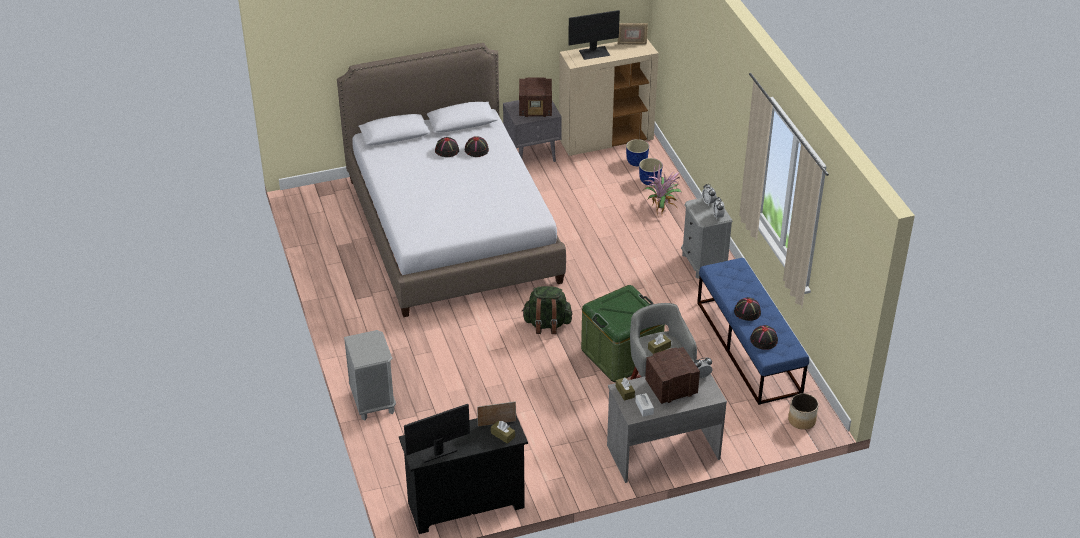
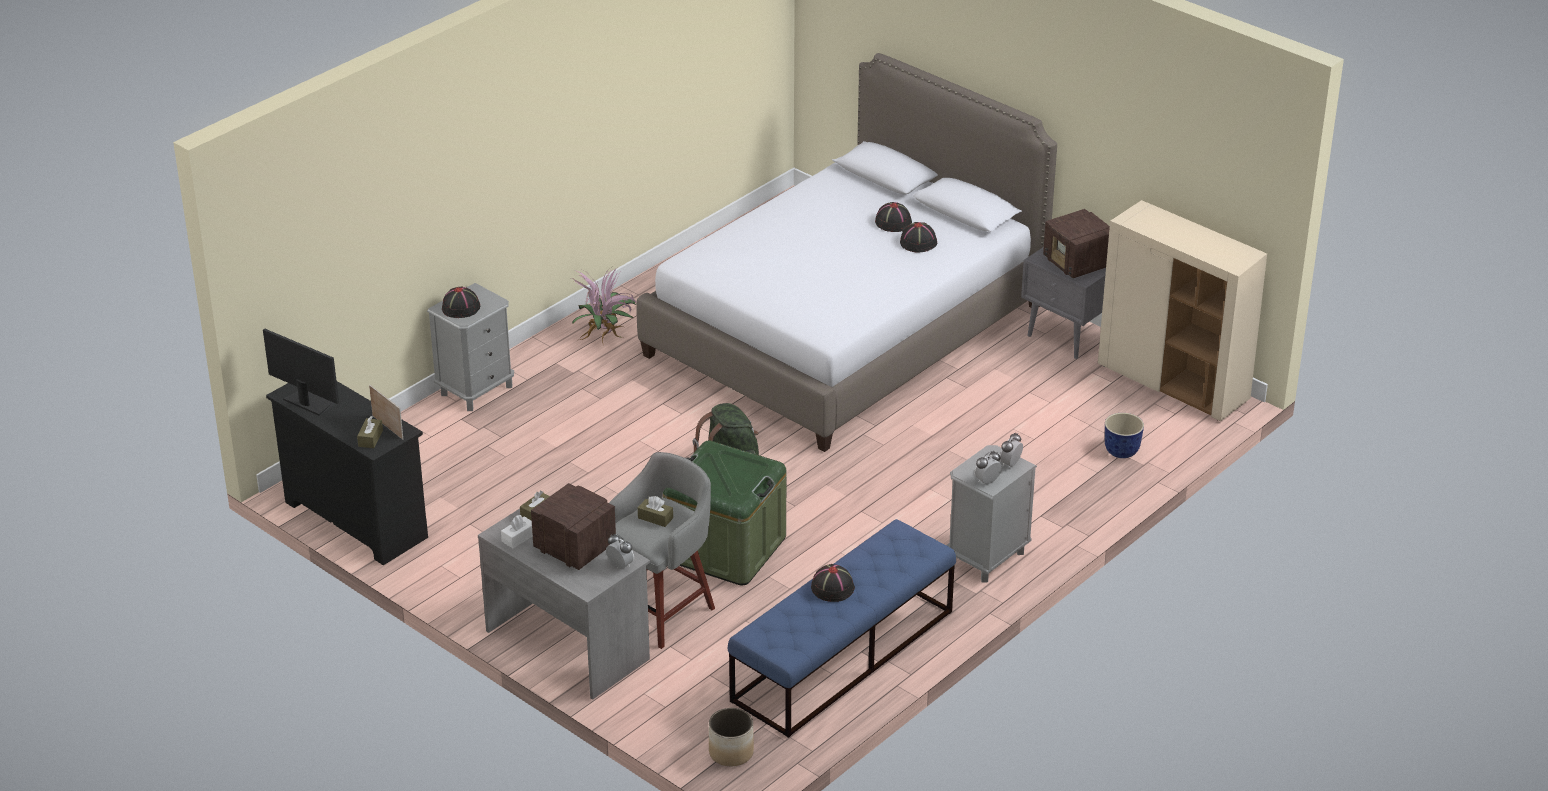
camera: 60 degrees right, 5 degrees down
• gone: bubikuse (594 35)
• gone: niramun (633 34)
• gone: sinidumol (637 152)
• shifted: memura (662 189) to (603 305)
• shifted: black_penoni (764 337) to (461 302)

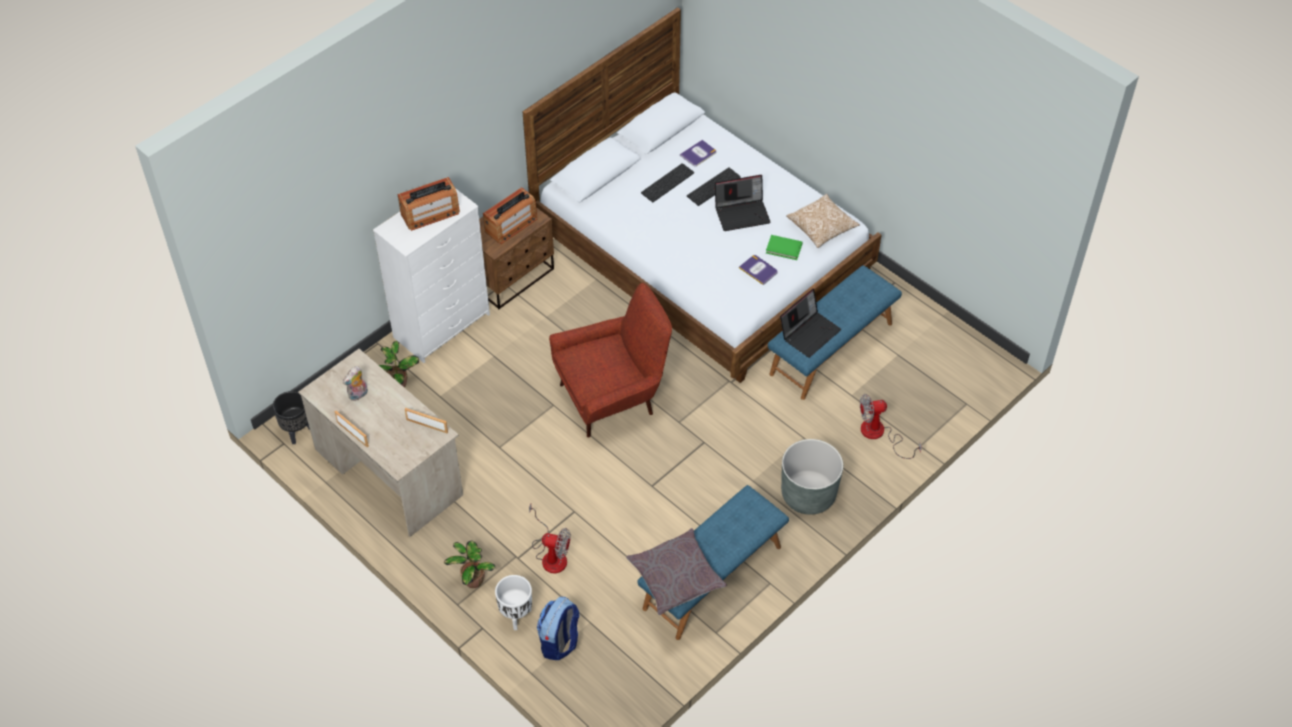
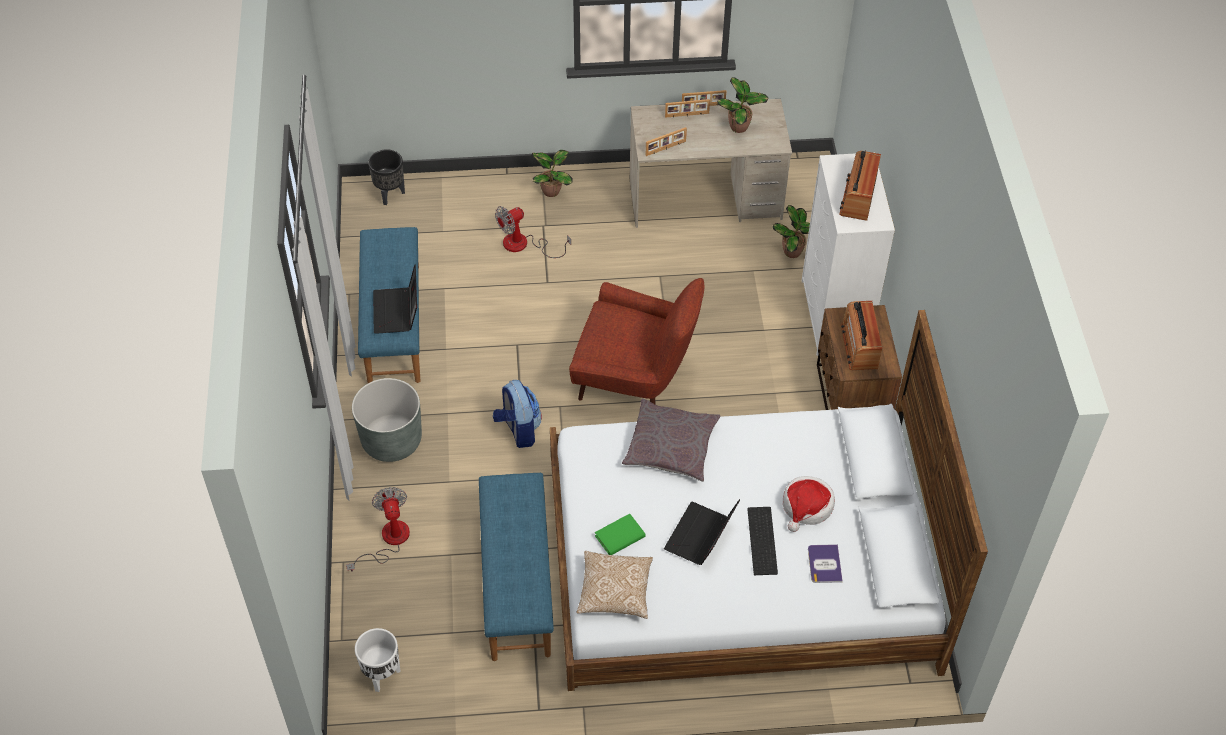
camera: 130 degrees right, 0 degrees up
• swapped: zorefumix (667 182) to penoni (809 504)
• gone: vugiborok (758 270)
• rotated: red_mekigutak (610 360) = (636 341) 90 degrees counterclockwise
• shifted: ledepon (810 323) to (395 299)
• swapped: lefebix (355 383) to memura (742 105)
• shifted: black_sinidumol (291 417) to (386 177)
• rotated: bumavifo (891 426) = (378 529) 45 degrees counterclockwise
• shifted: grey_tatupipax (676 571) to (671 440)
• shifted: white_sinidumol (513 602) to (378 660)
• shifted: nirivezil (558 628) to (517 414)
• new: niramun (687 108)

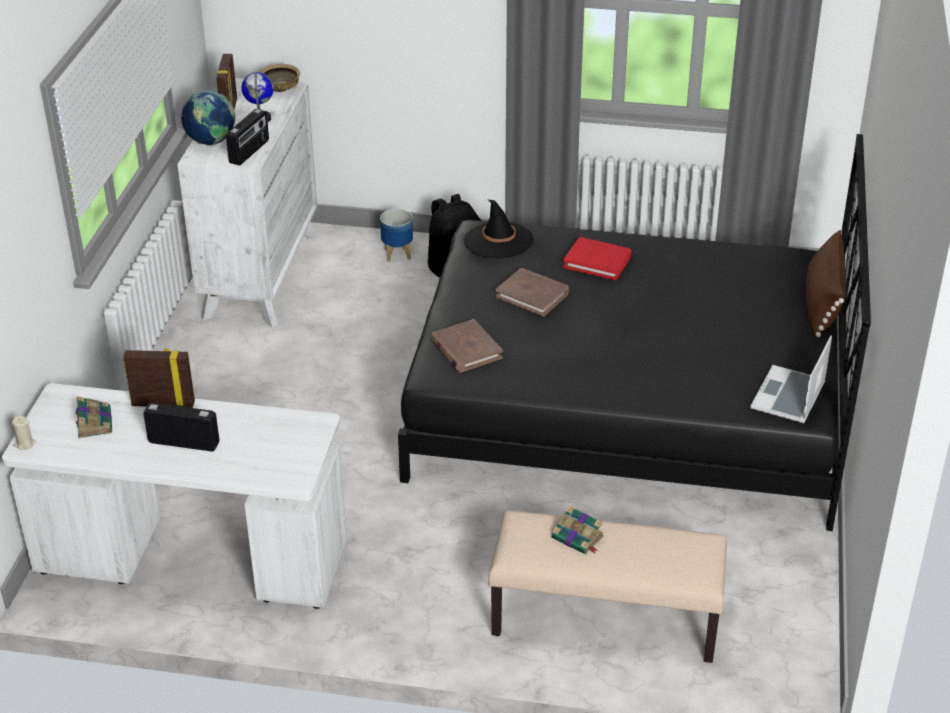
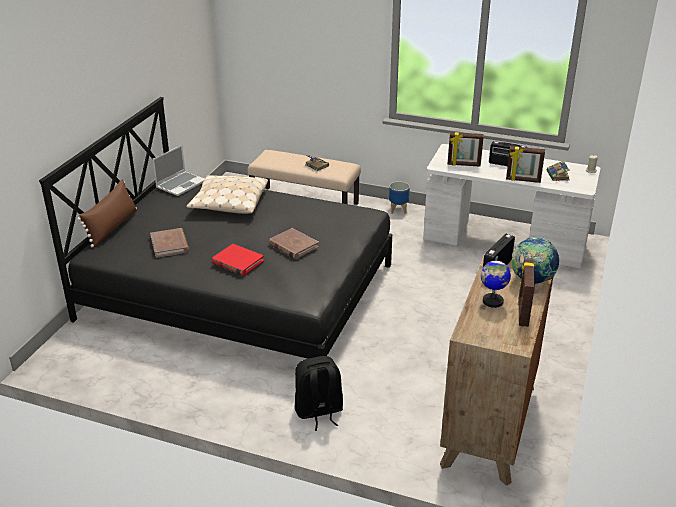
camera: 170 degrees left, 5 degrees down
• gone: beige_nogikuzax (280 78)
• repainted: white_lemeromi (247 203) to brown_lemeromi (496 369)
• gone: black_penoni (499 228)
• shifted: sinidumol (396 235) to (399 197)
• shifted: brown_vugiborok (466 346) to (169 243)
• new: niramun (466 149)
• new: beige_tatupipax (227 194)

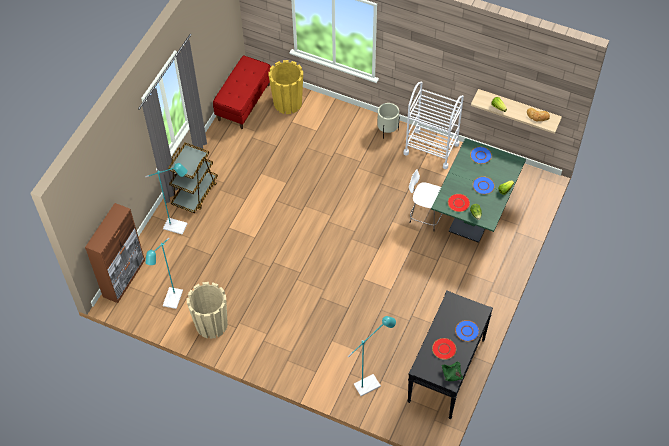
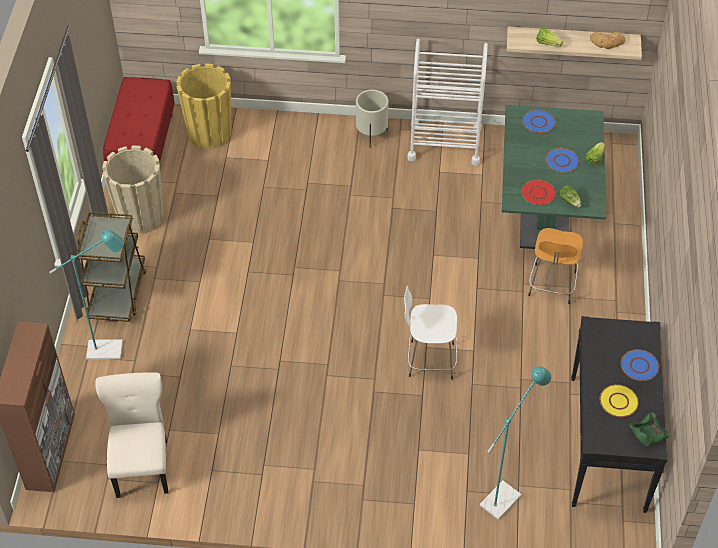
camera: 20 degrees left, 5 degrees down
• shifted: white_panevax (425 200) to (430 333)
• swapped: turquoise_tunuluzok (164 273) to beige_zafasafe (131 435)
• shifted: beige_sinidumol (207 310) to (133 189)
• repainted: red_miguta (444 349) to yellow_miguta (619 400)
• new: orange_panevax (555 266)

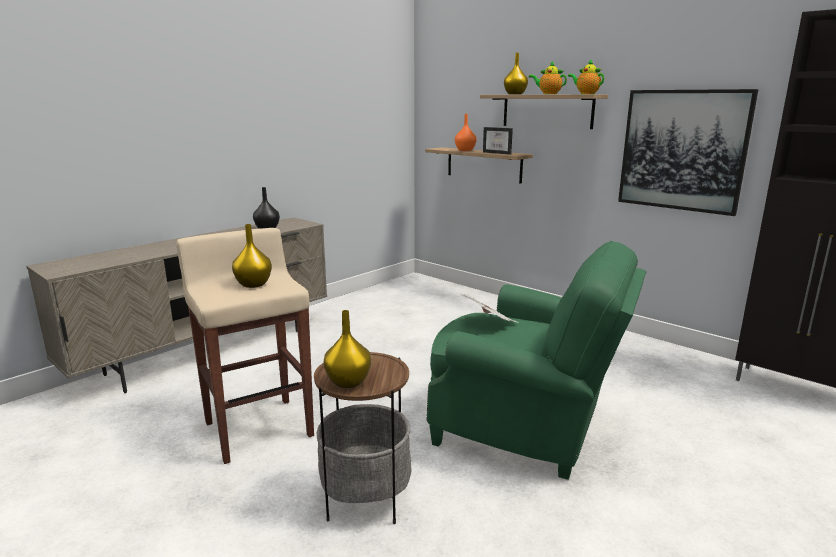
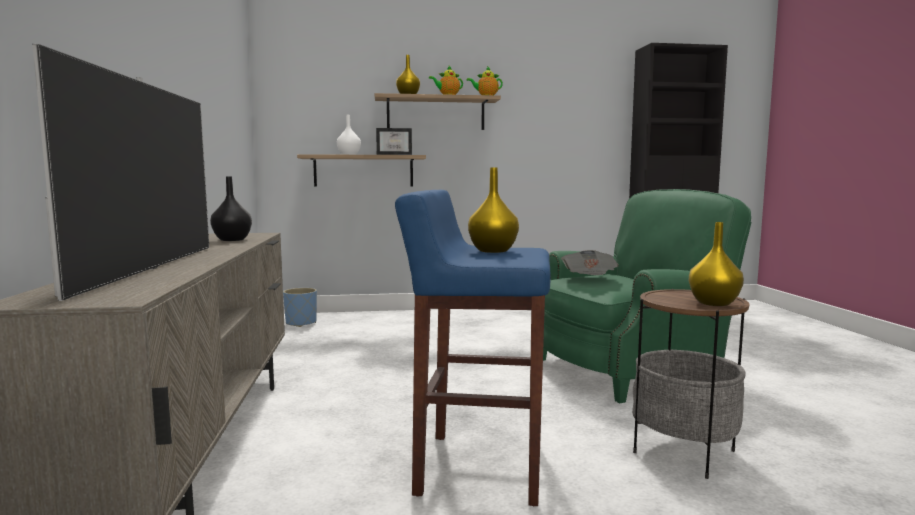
camera: 50 degrees left, 10 degrees down
• gone: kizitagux (688 152)
• repainted: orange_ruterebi (466 132) to white_ruterebi (349 135)
• repainted: beige_panevax (245 346) to blue_panevax (472 348)
• new: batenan (120 172)
• new: blue_sinidumol (300 307)

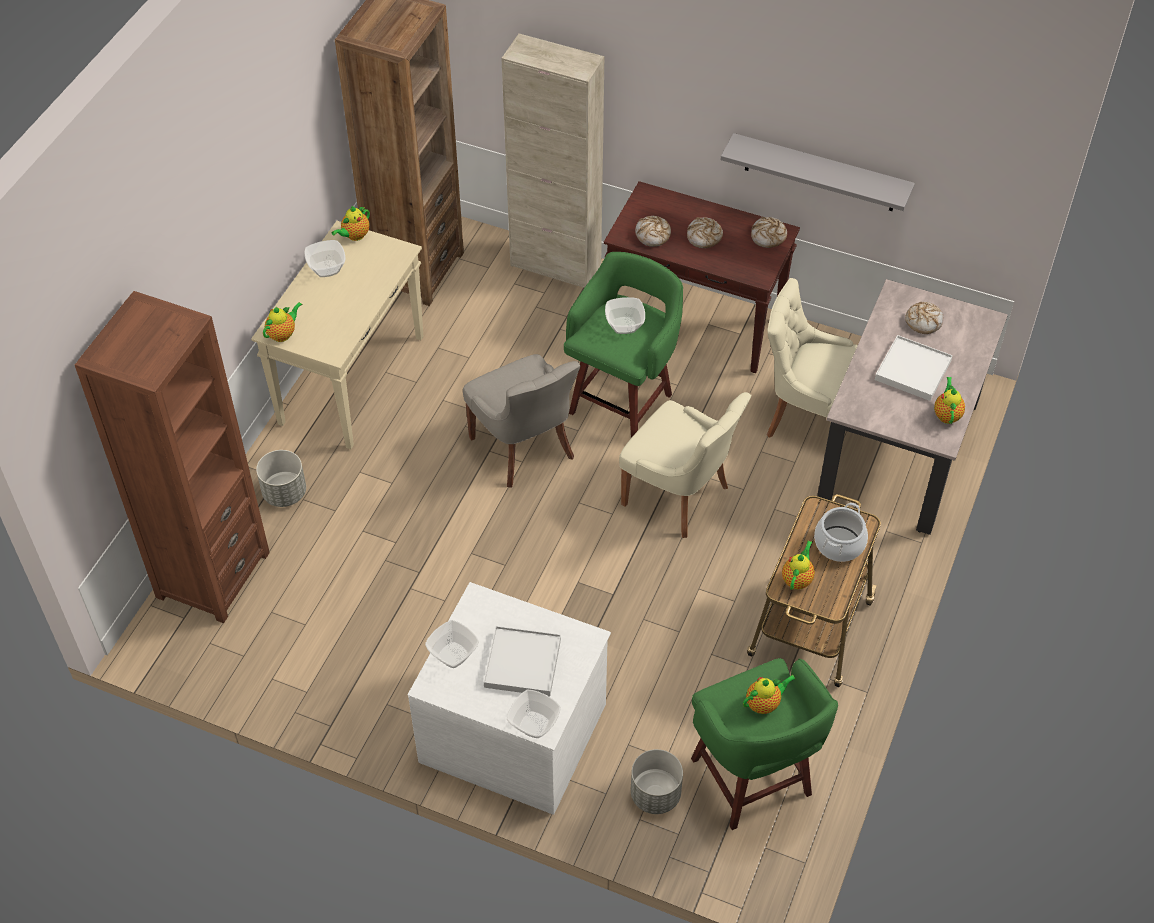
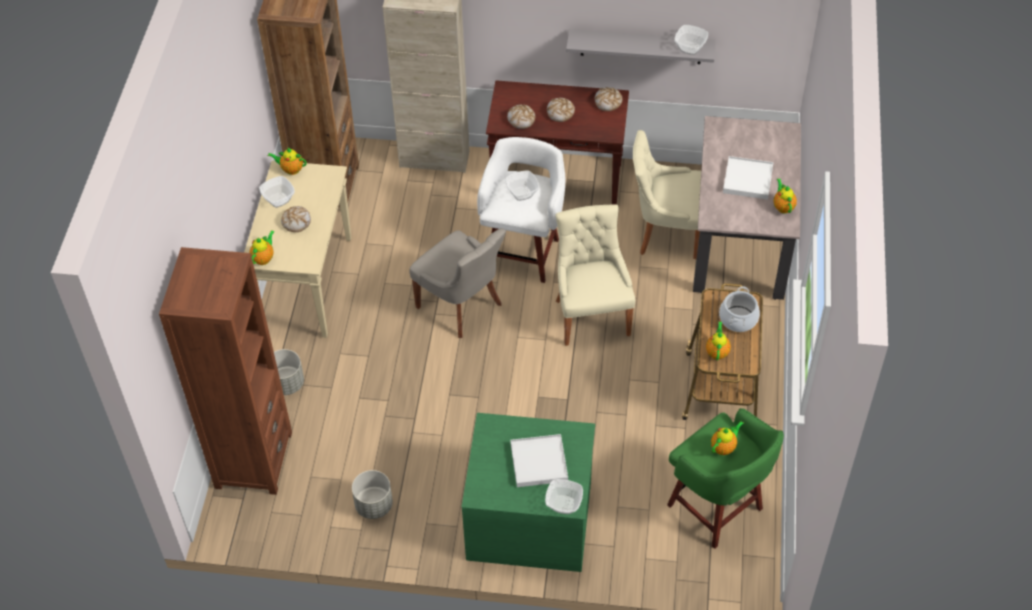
camera: 15 degrees left, 0 degrees up
• rotated: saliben (351 223) = (287 161) 75 degrees clockwise
• repainted: green_panevax (623 345) to white_panevax (521 210)
• shifted: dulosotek (924 318) to (296 219)
• rotated: beige_zafasafe (685 465) = (595 275) 120 degrees counterclockwise
• repainted: white_lemeromi (509 698) to green_lemeromi (528 492)
• shifted: nogikuzax (452 644) to (691 40)
• shifted: grey_sinidumol (657 781) to (372 494)

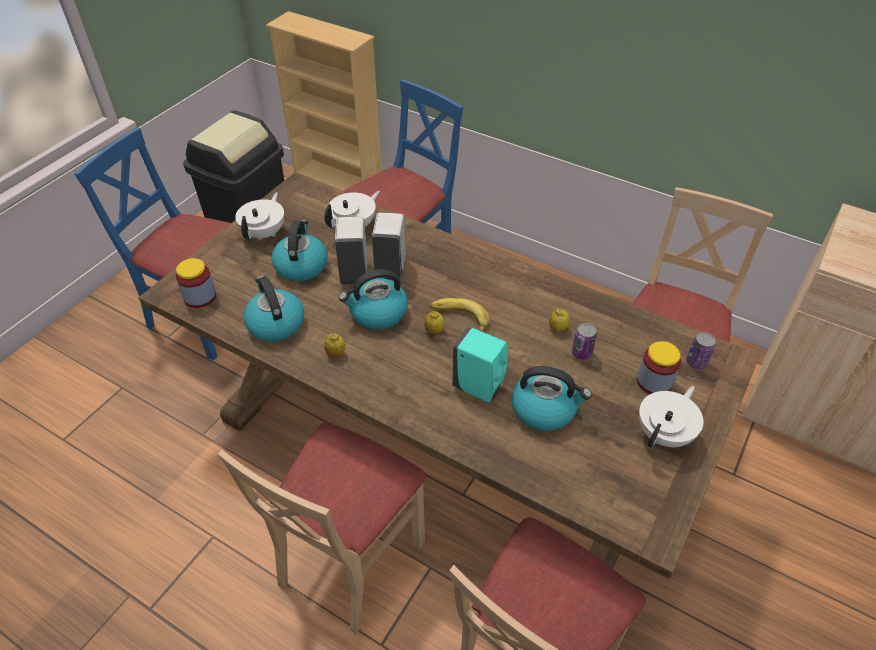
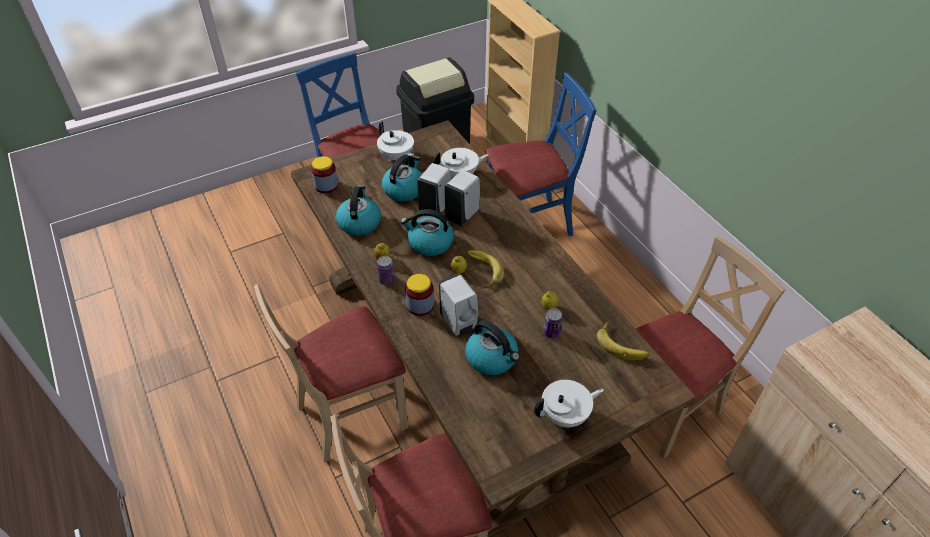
camera: 30 degrees right, 0 degrees up
• rotated: white_saliben (259 216) = (395 141) 90 degrees clockwise
• repainted: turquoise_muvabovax (480 364) to white_muvabovax (458 304)
• shifted: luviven (701 350) to (386 270)
• shifted: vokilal (659 367) to (419 295)
• new: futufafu (623 341)

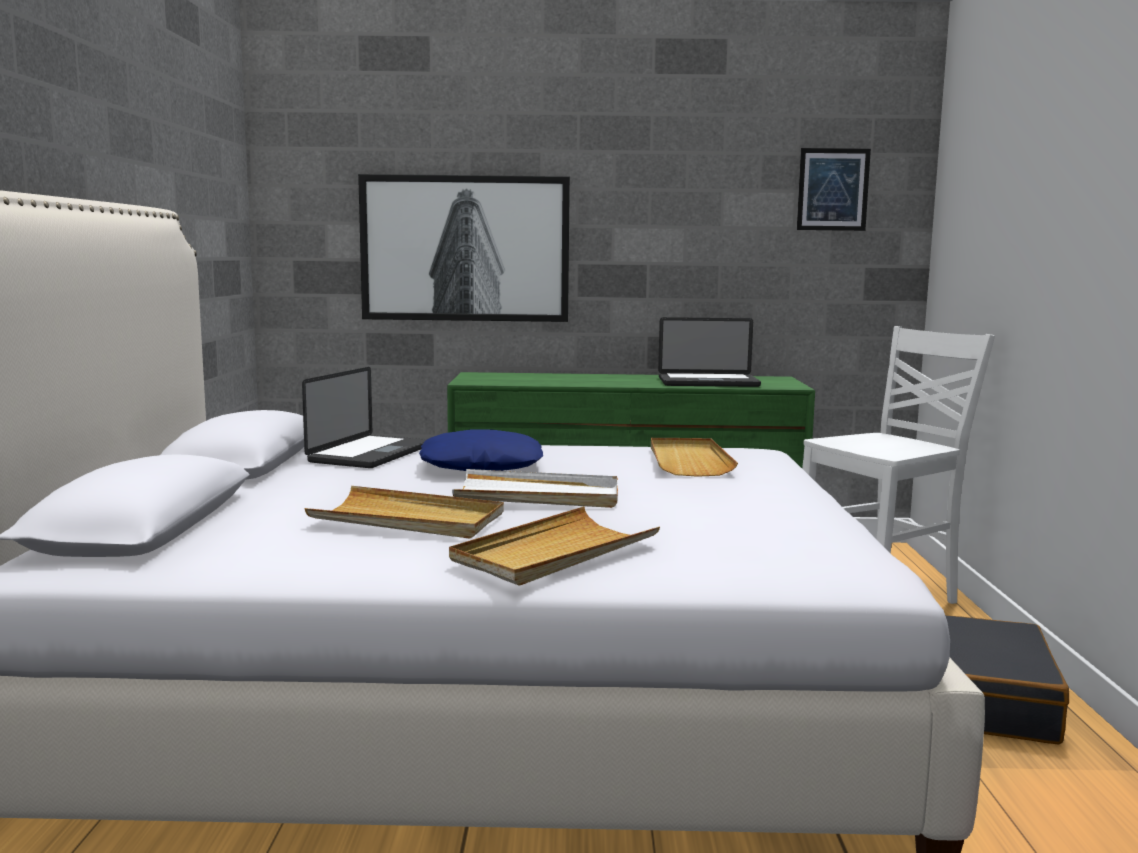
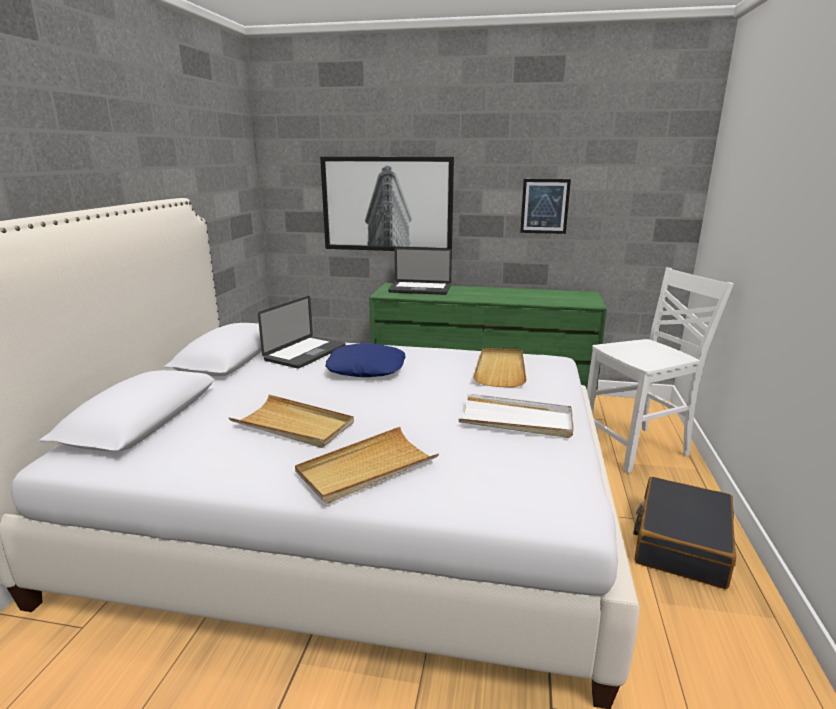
camera: 10 degrees right, 10 degrees up
• shifted: kizitagux (834 189) to (545 206)
• shifted: ledepon (709 352) to (420 271)
• shifted: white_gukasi (535 488) to (515 415)

